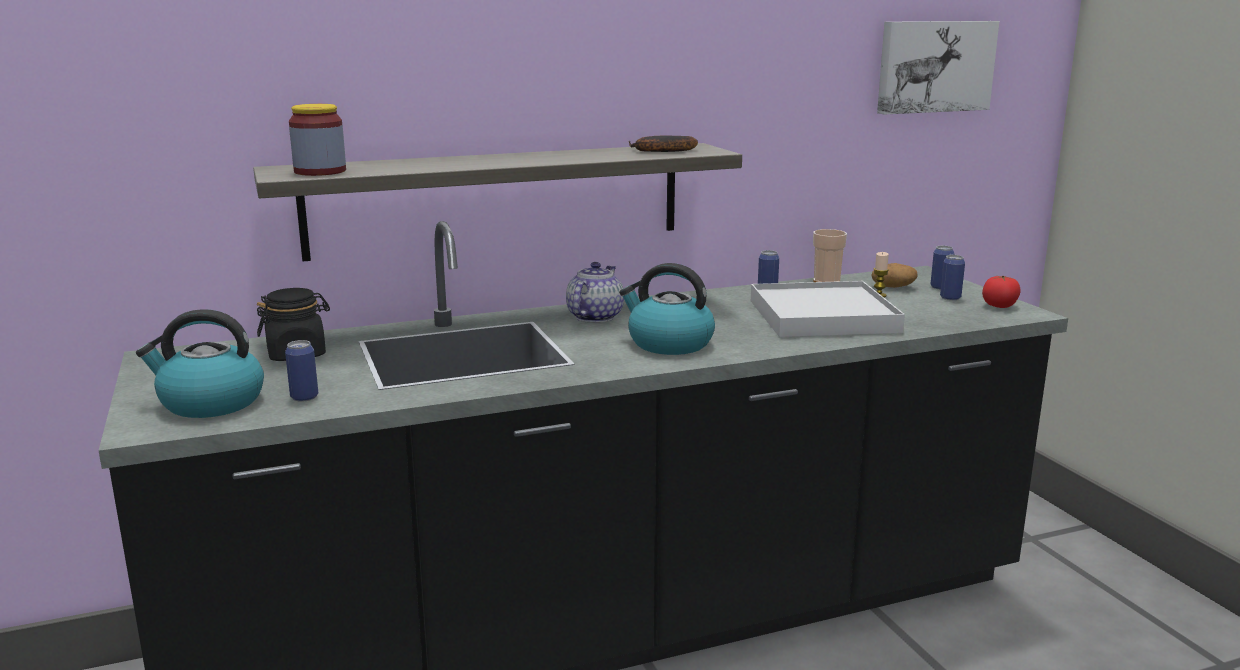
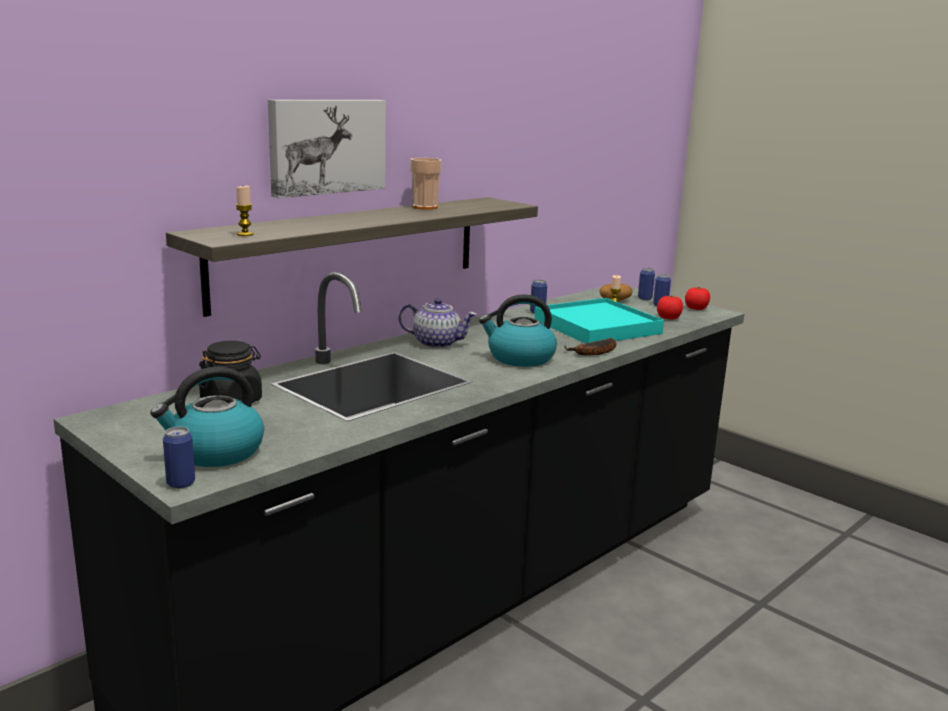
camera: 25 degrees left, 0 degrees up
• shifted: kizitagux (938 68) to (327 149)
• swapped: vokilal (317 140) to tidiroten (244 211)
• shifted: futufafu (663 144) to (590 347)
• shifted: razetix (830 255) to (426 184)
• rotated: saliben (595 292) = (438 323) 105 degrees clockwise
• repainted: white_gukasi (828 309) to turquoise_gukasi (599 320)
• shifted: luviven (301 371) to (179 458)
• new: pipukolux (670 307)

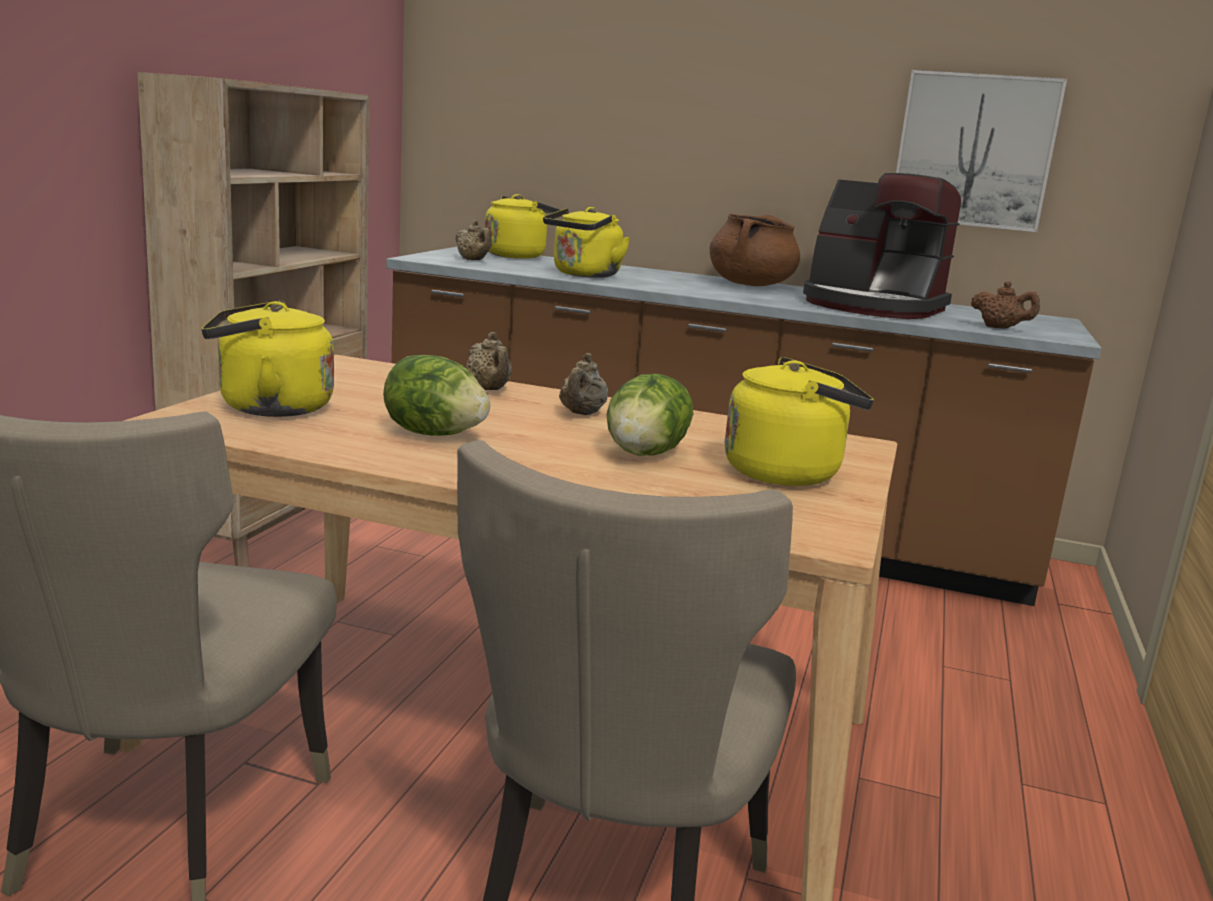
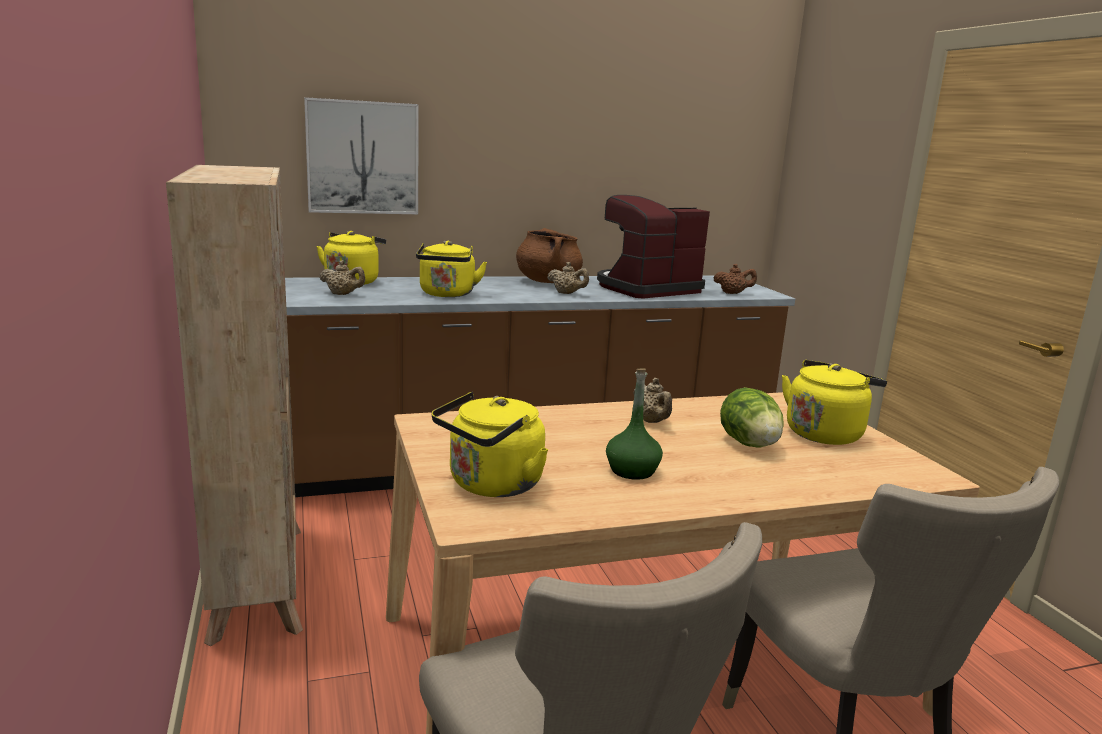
camera: 35 degrees left, 0 degrees up
• shifted: kizitagux (981 151) to (361 155)
• rotated: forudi (882 246) = (653 247) 150 degrees clockwise
• shifted: beige_saliben (489 361) to (568 278)
• swapped: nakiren (436 395) to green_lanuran (634 424)

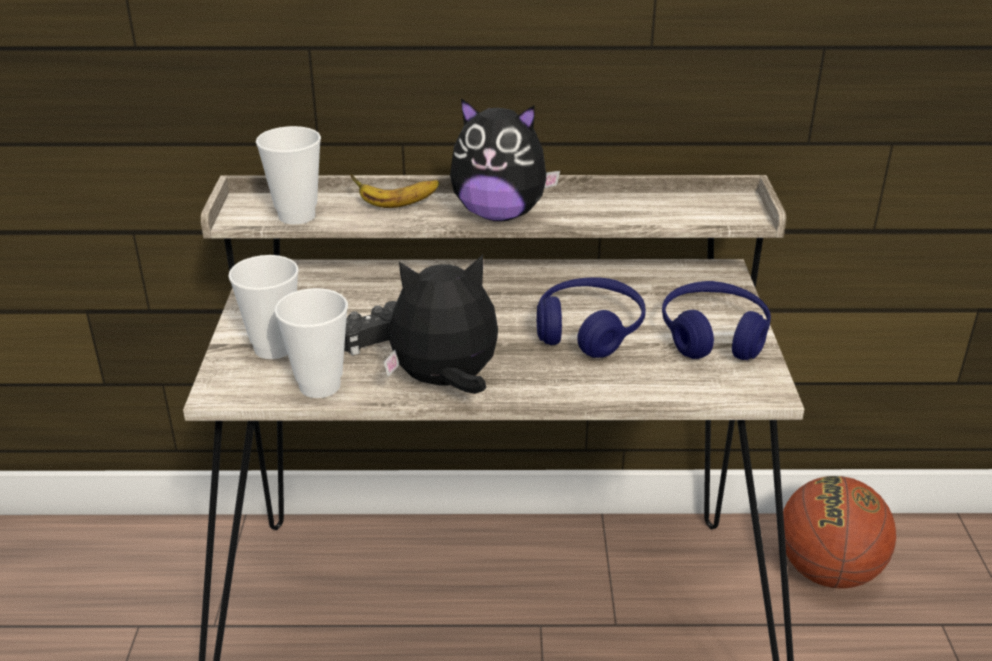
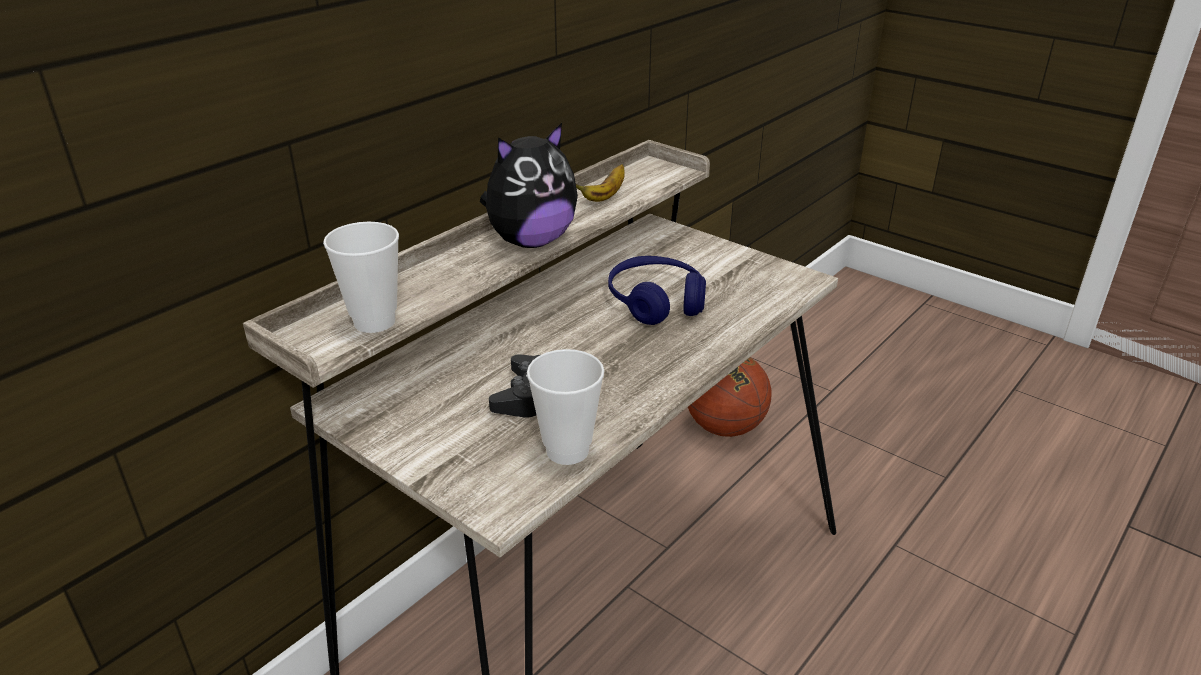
camera: 50 degrees left, 0 degrees up
• shifted: futufafu (395 191) to (600 183)
• gone: razetix (263 307)
• gone: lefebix (440 324)
• gone: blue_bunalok (716 320)

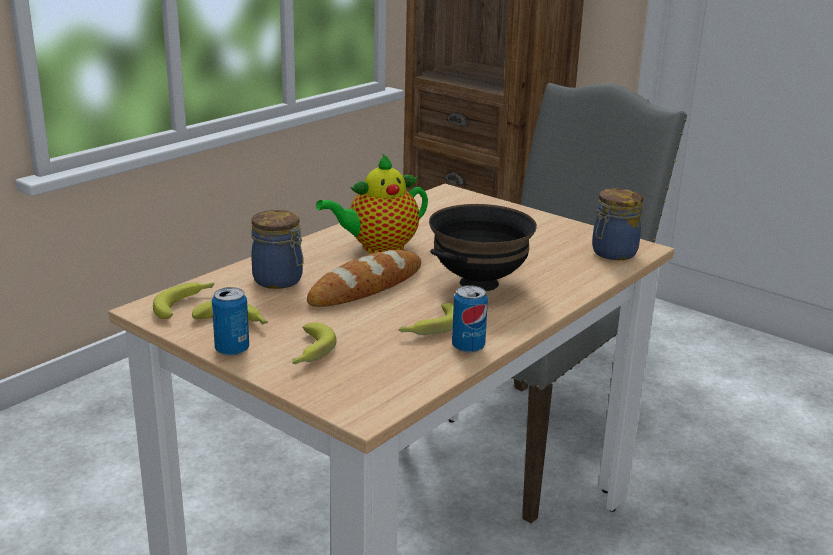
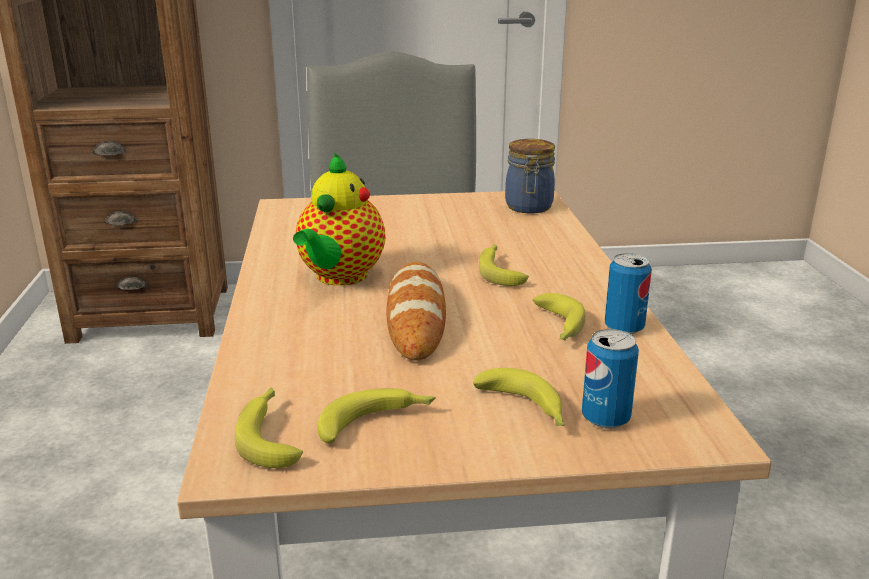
camera: 45 degrees left, 0 degrees up
• swapped: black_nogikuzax (483 247) to futufafu (504 265)
• gone: vokilal (277 249)
• shifted: luviven (230 321) to (610 379)

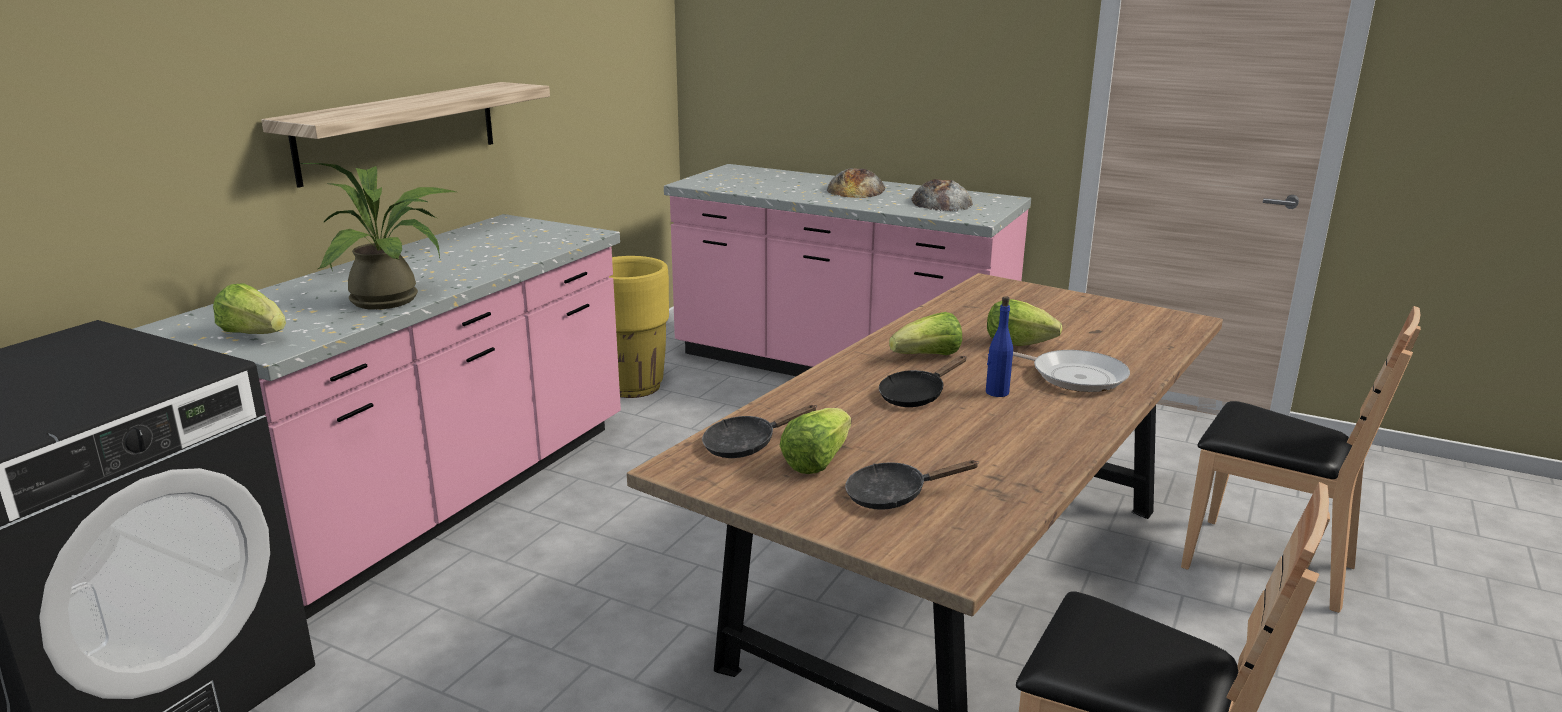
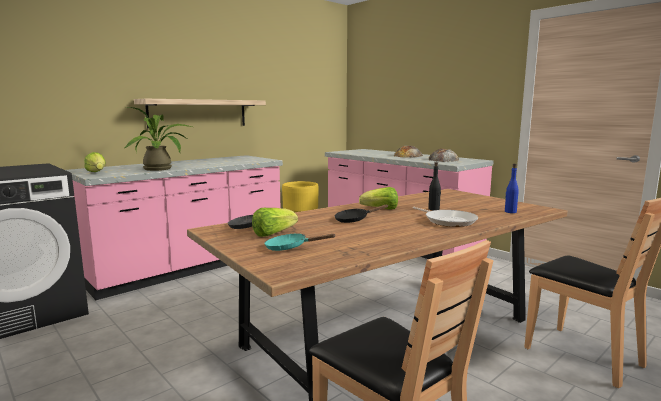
camera: 20 degrees right, 10 degrees down
• shifted: blue_lanuran (999 346) to (512 188)
• swapped: nakiren (1024 322) to black_lanuran (434 186)
• repainted: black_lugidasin (912 485) to turquoise_lugidasin (300 242)

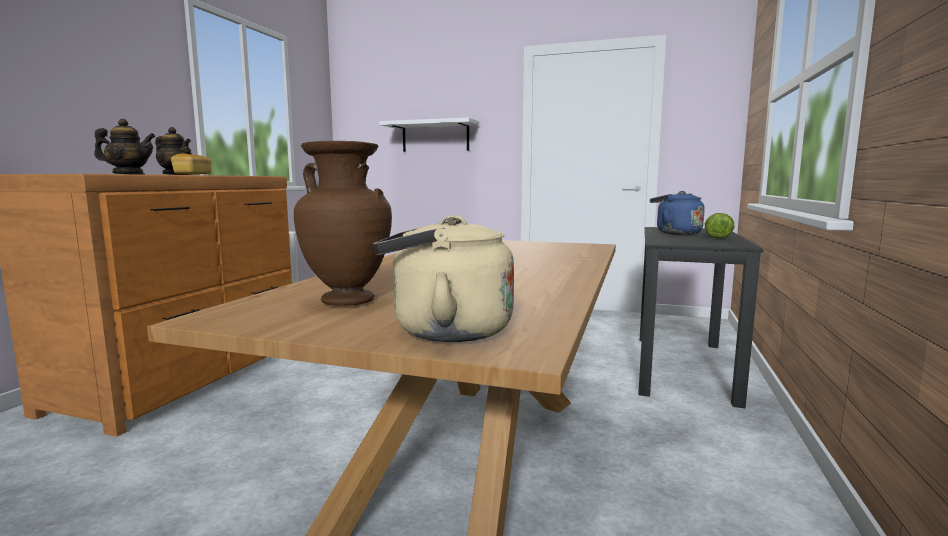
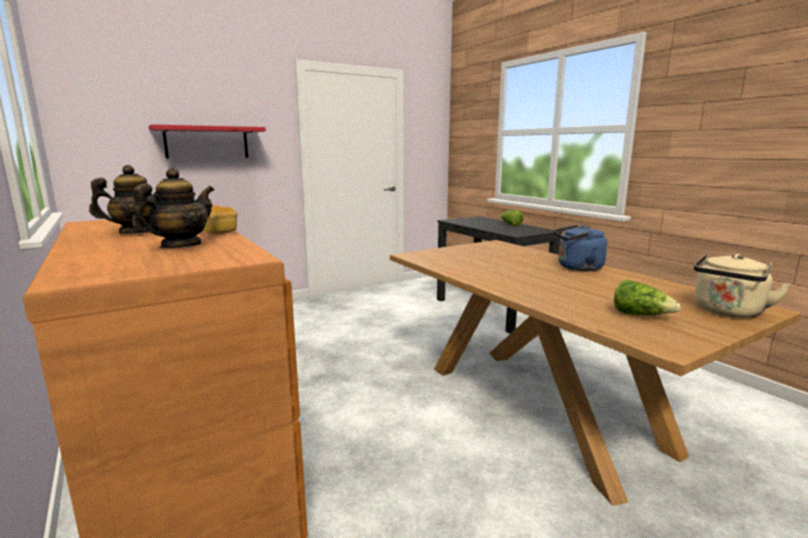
camera: 50 degrees left, 5 degrees up
• repainted: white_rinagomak (429 135) to red_rinagomak (207 141)
• swapped: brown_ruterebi (343 223) to nakiren (647 297)
• shifted: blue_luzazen (677 213) to (580 248)

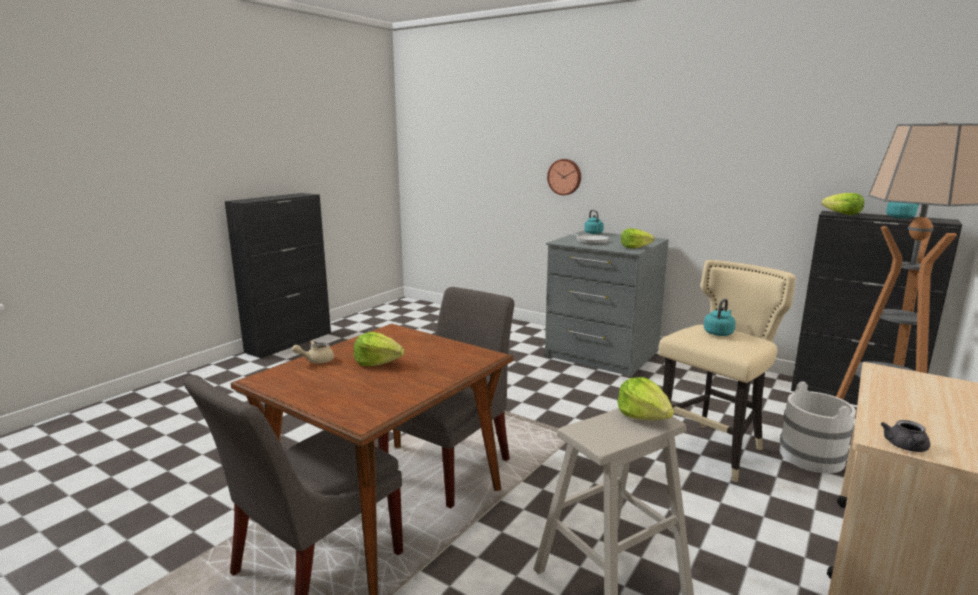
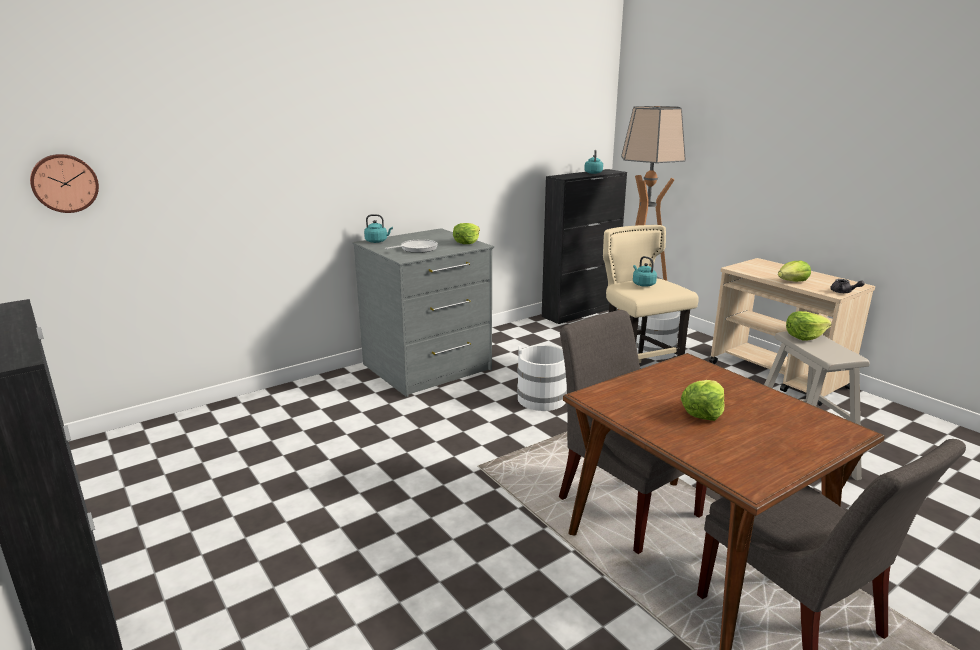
camera: 70 degrees left, 5 degrees up
• shifted: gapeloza (564 177) to (64 183)
• shifted: nakiren (843 204) to (794 271)
• gone: beige_saliben (313 352)
• new: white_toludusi (542 378)

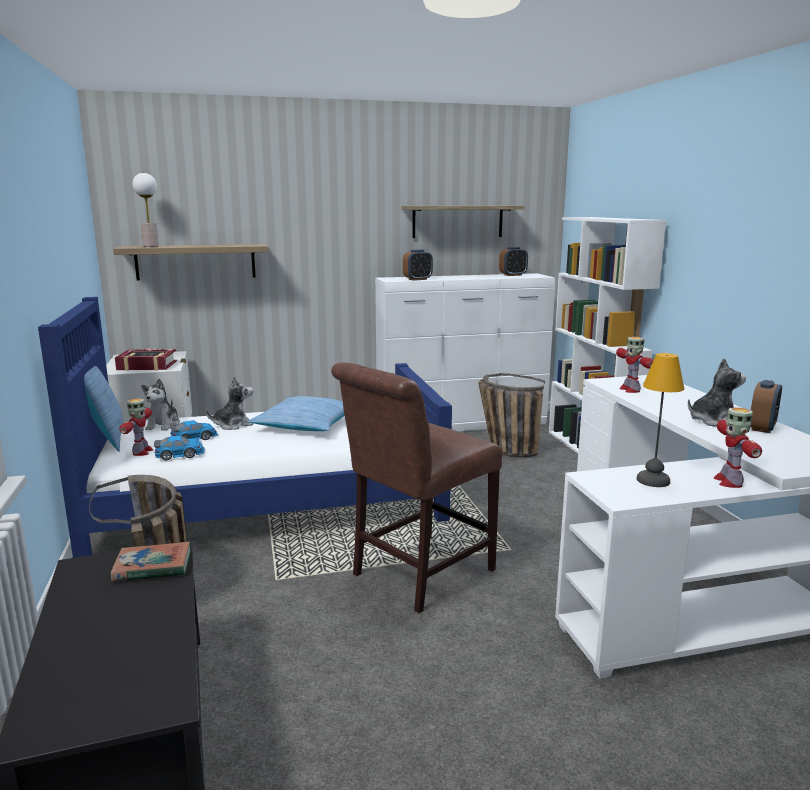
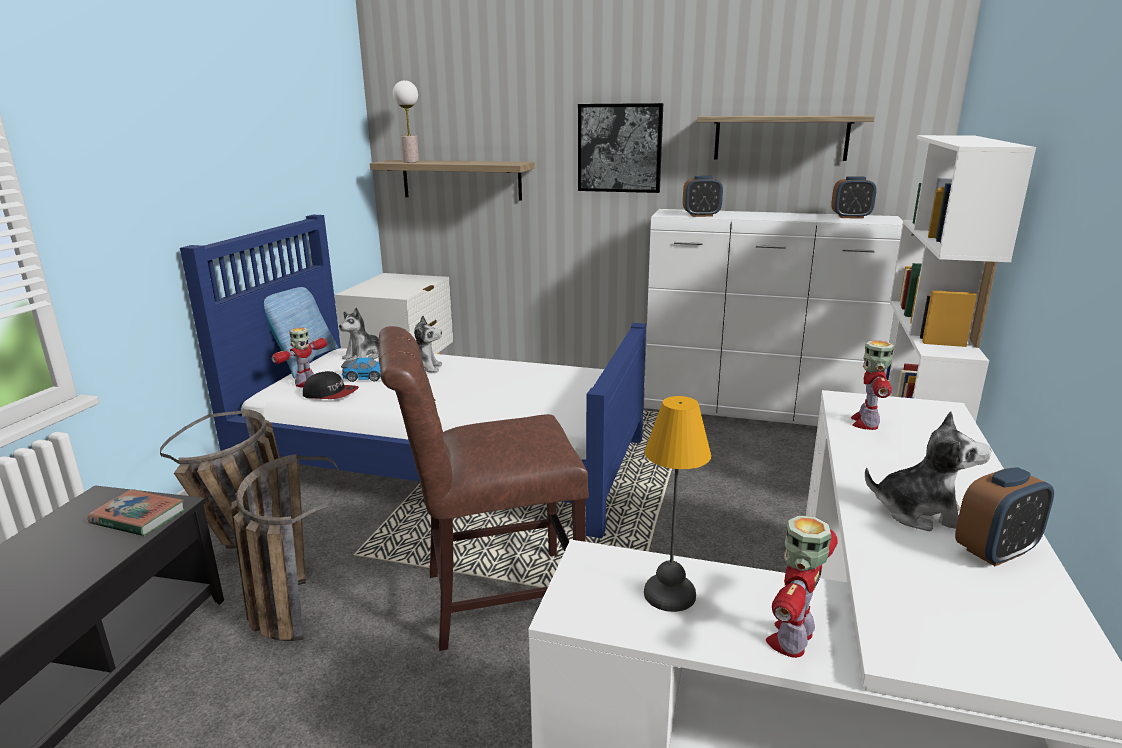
camera: 30 degrees right, 5 degrees up
• gone: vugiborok (146 359)
• shifted: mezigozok (511 415) to (285 547)
• gone: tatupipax (296 413)
• swapped: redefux (179 448) to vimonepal (331 385)
• new: kizitagux (620 148)

